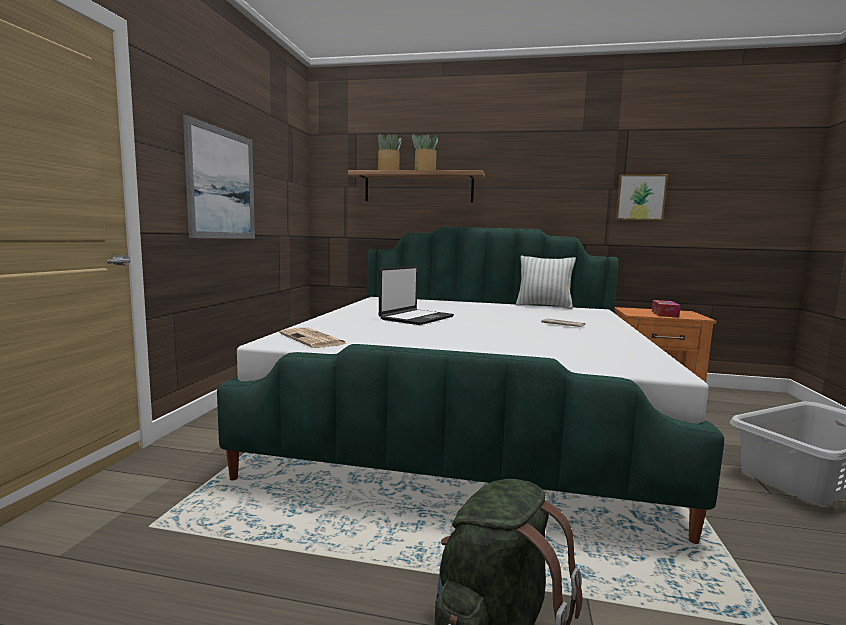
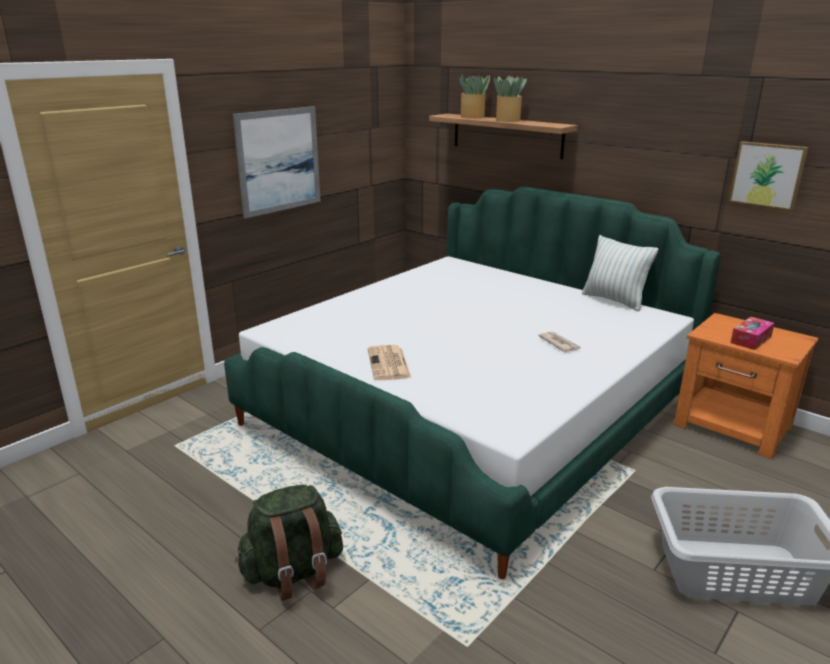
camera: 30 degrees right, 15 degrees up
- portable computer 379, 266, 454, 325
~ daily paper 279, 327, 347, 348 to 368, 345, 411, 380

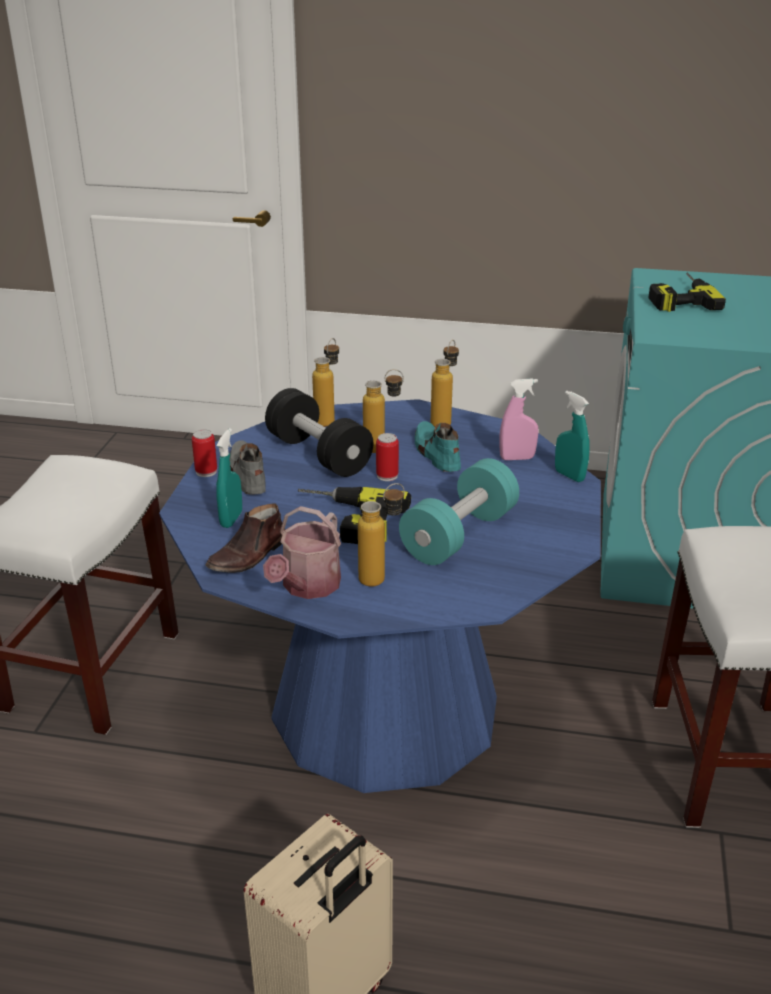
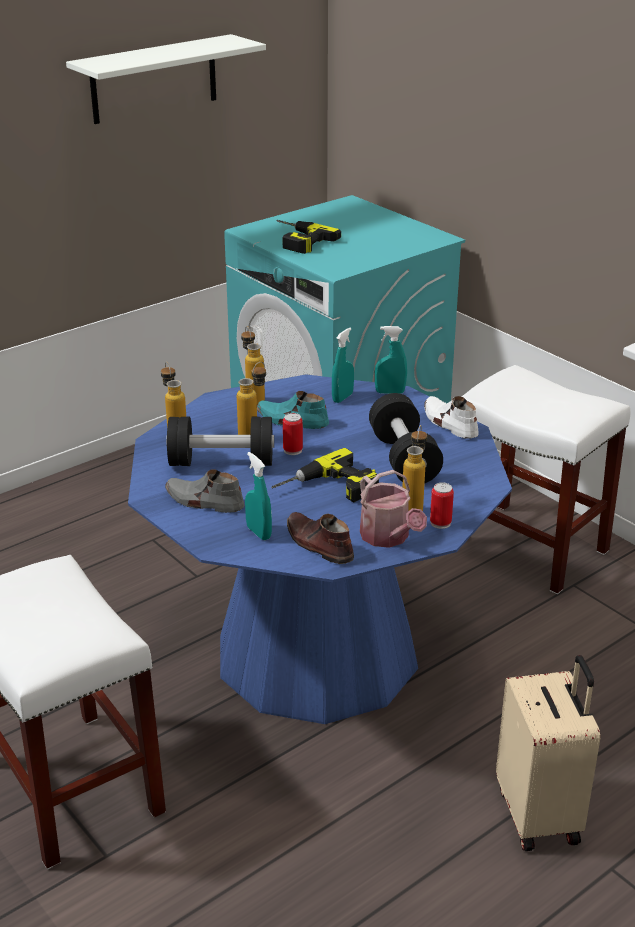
camera: 50 degrees left, 0 degrees up
~ spray bottle/pink 499, 378, 538, 460 to spray bottle/turquoise-coloured 332, 328, 354, 403
~ metal can 192, 429, 217, 477 to 430, 482, 454, 529
~ hand weight/turquoise-coloured 399, 458, 519, 565 to hand weight/black-coloured 369, 393, 443, 483
~ low shoe/brown-coloured 205, 503, 285, 573 = 287, 512, 354, 564 150 degrees clockwise
+ shelf/white 66, 34, 266, 124
+ low shoe/white 424, 396, 479, 439

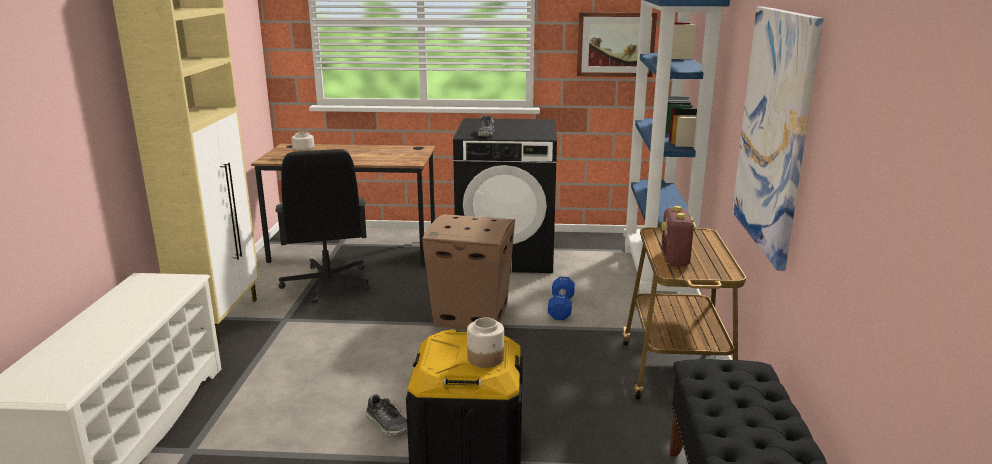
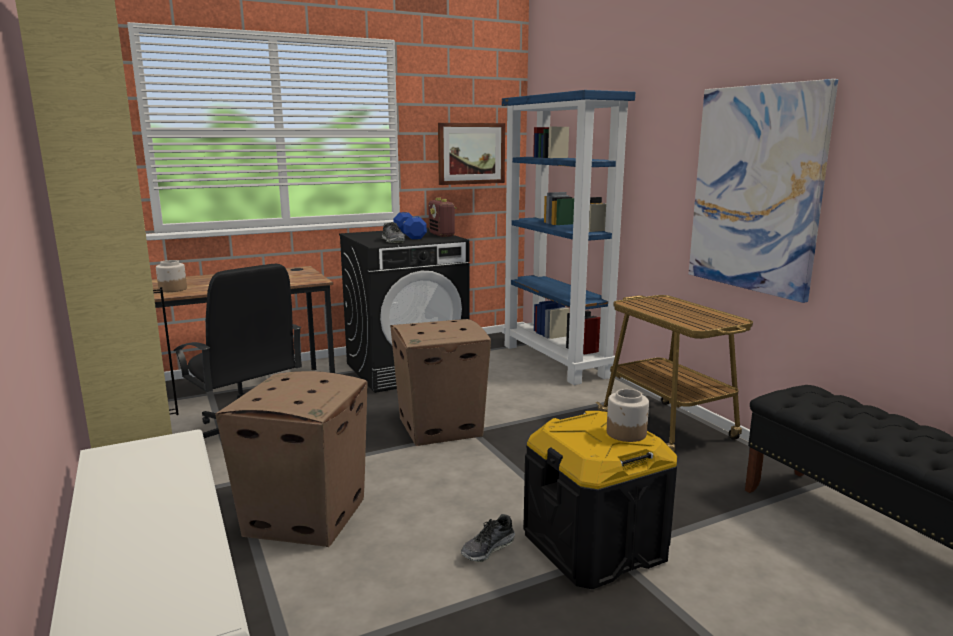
camera: 30 degrees left, 5 degrees down
~ radio 661, 206, 697, 266 to 429, 198, 457, 237
~ hand weight/bluish 548, 277, 575, 320 to 393, 212, 427, 239
~ low shoe 365, 394, 407, 435 = 461, 514, 515, 562 120 degrees clockwise
+ carton 215, 371, 367, 547

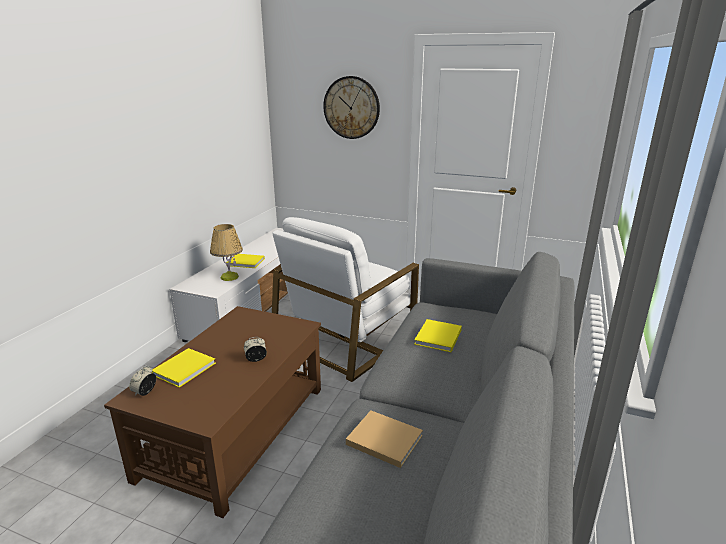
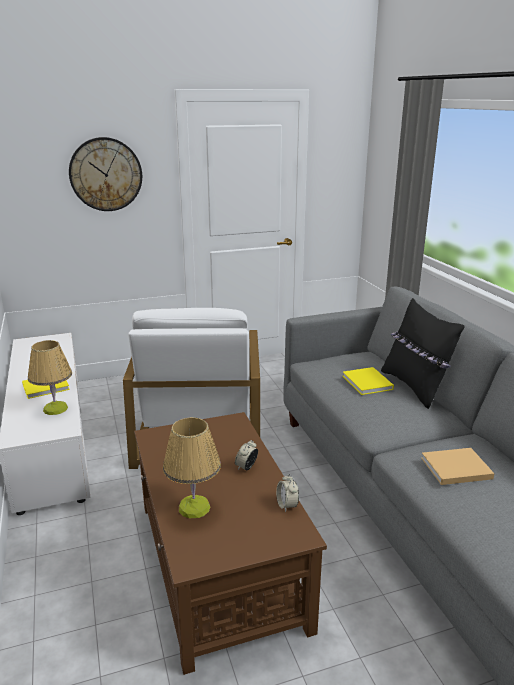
camera: 40 degrees left, 0 degrees up
~ book/yellow 151, 348, 216, 387 to tabletop lamp 163, 417, 221, 518
~ alarm clock 129, 366, 156, 396 to 276, 474, 299, 512
+ throw pillow/black-coloured 381, 298, 465, 409

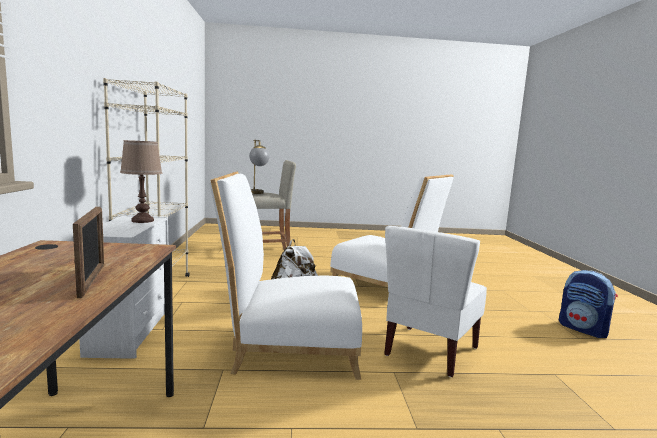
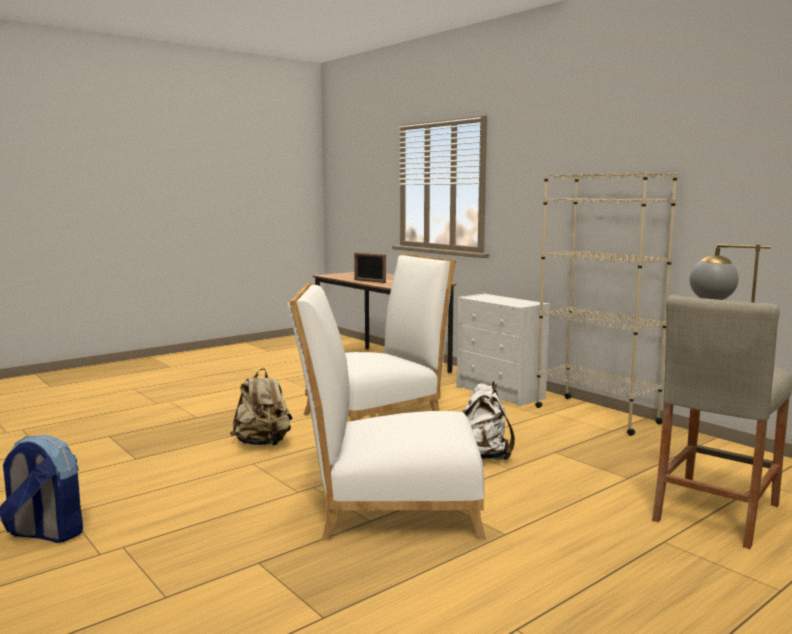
camera: 145 degrees right, 0 degrees up
- tabletop lamp/brown-coloured 120, 140, 162, 223
~ plain chair/white 384, 226, 487, 377 to rucksack/beige-coloured 230, 368, 292, 446

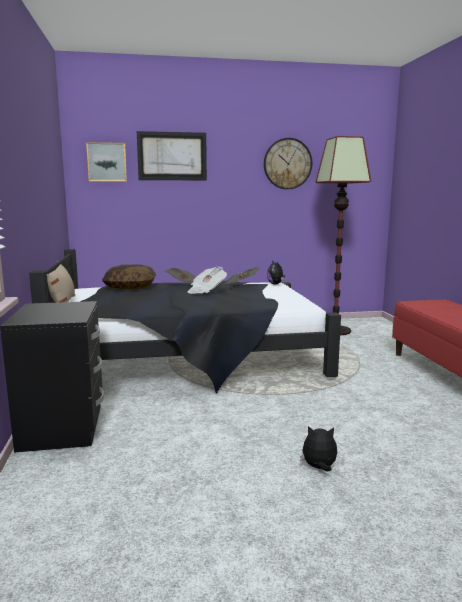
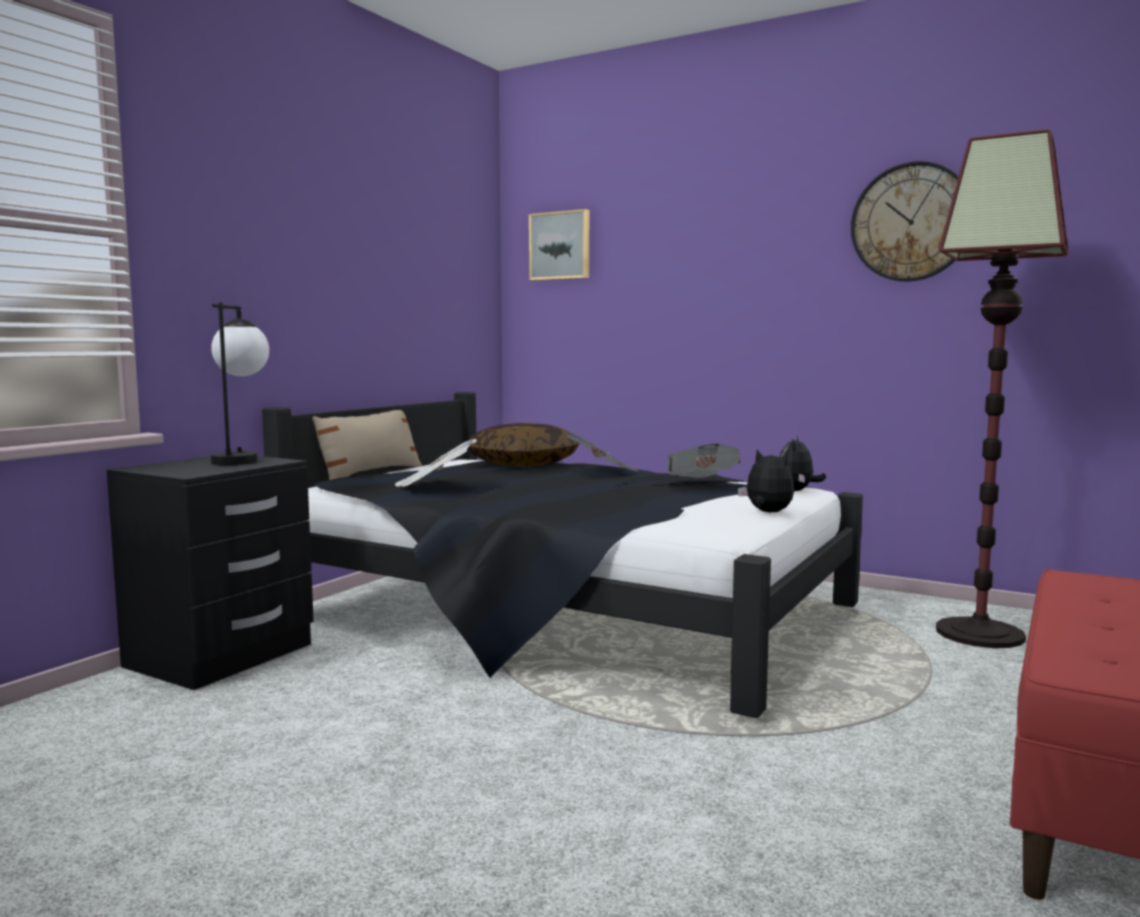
camera: 40 degrees right, 5 degrees down
- wall art 137, 131, 207, 180
~ daily paper 188, 267, 227, 294 to 395, 439, 477, 487
~ plush toy 300, 426, 337, 472 to 738, 449, 794, 512
+ tabletop lamp 210, 303, 269, 465

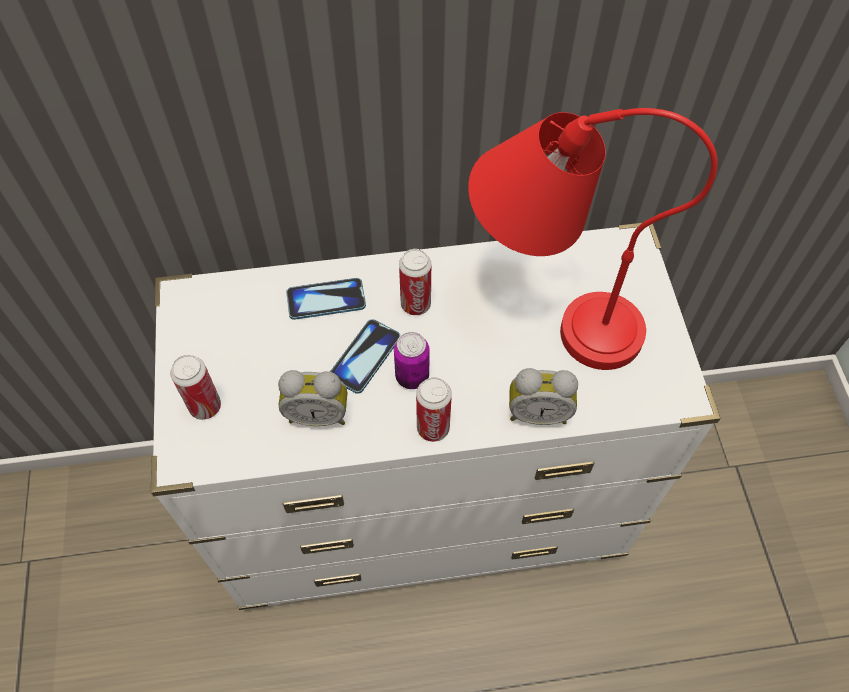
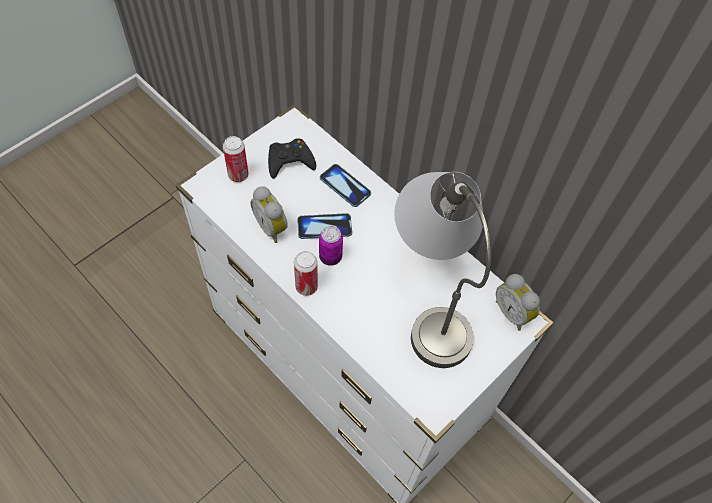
camera: 50 degrees right, 0 degrees up
~ tabletop lamp/red-coloured 468, 108, 718, 370 to tabletop lamp/grey 395, 172, 491, 368
- metal can 399, 249, 431, 315
~ alarm clock 509, 368, 578, 425 to 496, 274, 540, 331
+ game controller/black-coloured 268, 138, 316, 179

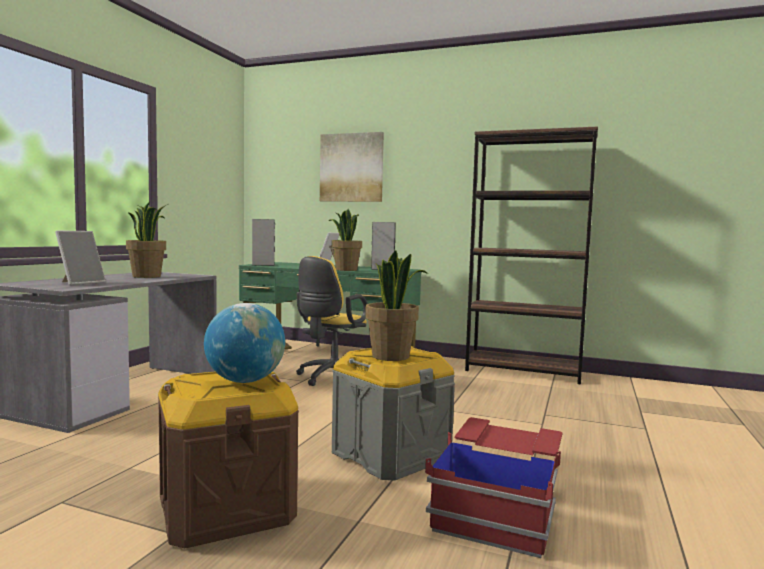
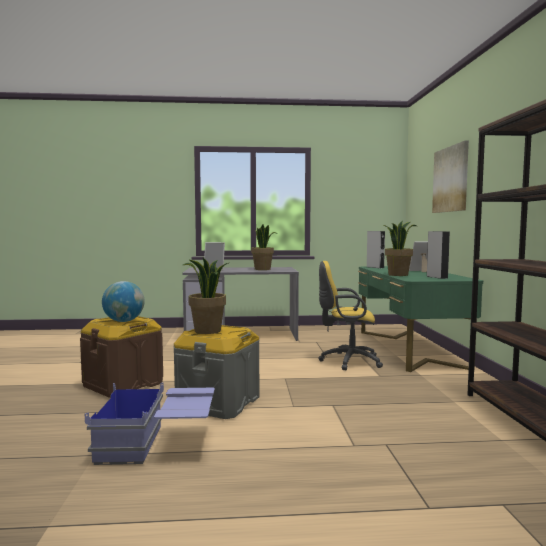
camera: 65 degrees right, 0 degrees up
~ storage bin/red-coloured 425, 417, 563, 558 to storage bin/bluish 85, 382, 215, 465

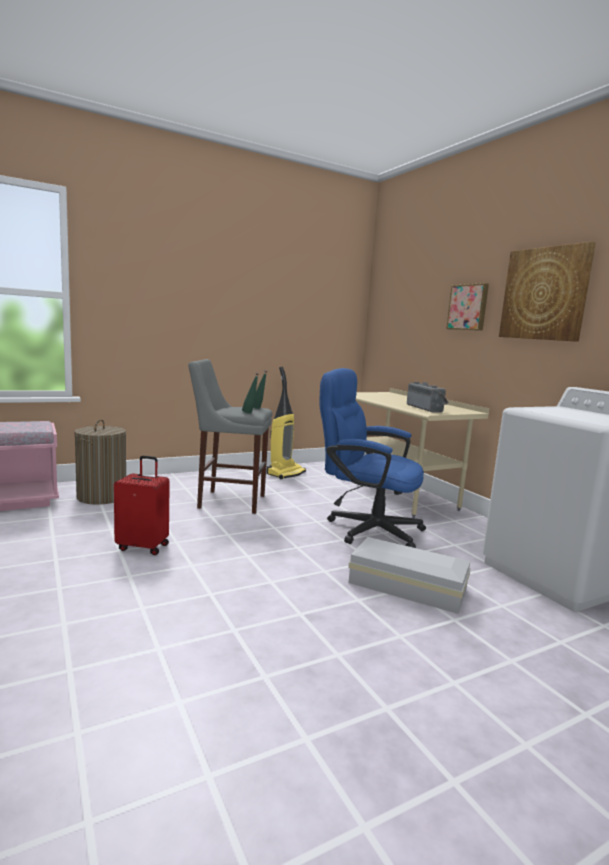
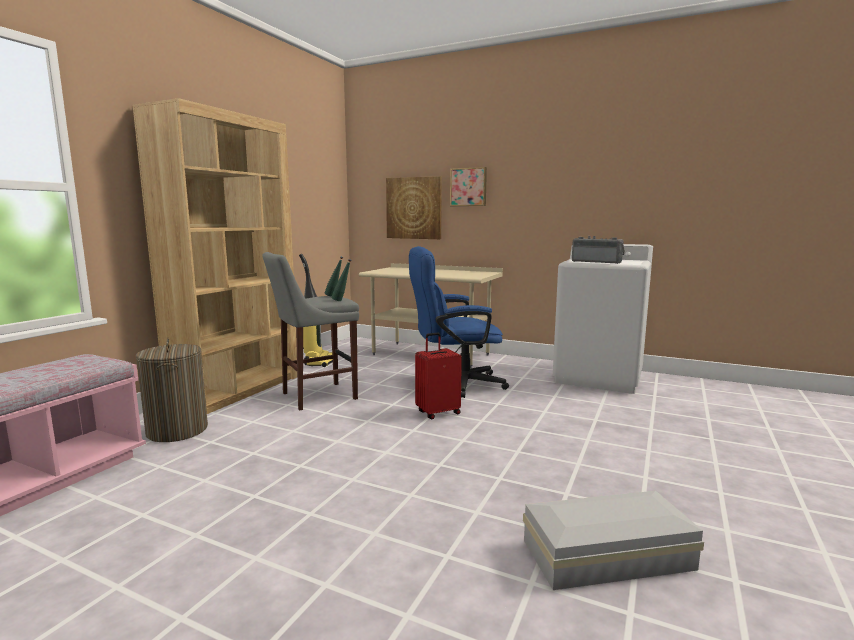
camera: 35 degrees left, 0 degrees up
~ wall art 499, 242, 596, 342 to 386, 176, 442, 239
~ radio 407, 382, 448, 412 to 572, 236, 625, 264
~ piece of luggage/red-coloured 114, 456, 170, 555 to 415, 333, 462, 419
~ storage bin/white 348, 537, 471, 614 to 523, 491, 704, 590
+ bookshelf/brown-coloured 132, 98, 297, 414

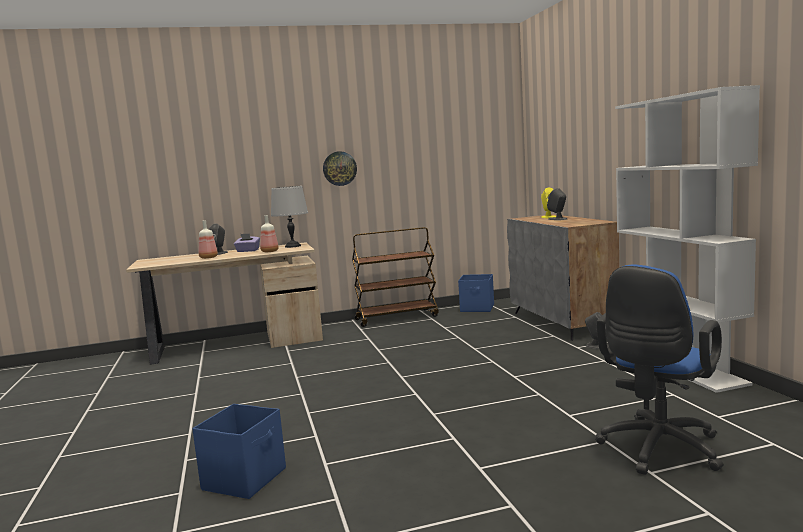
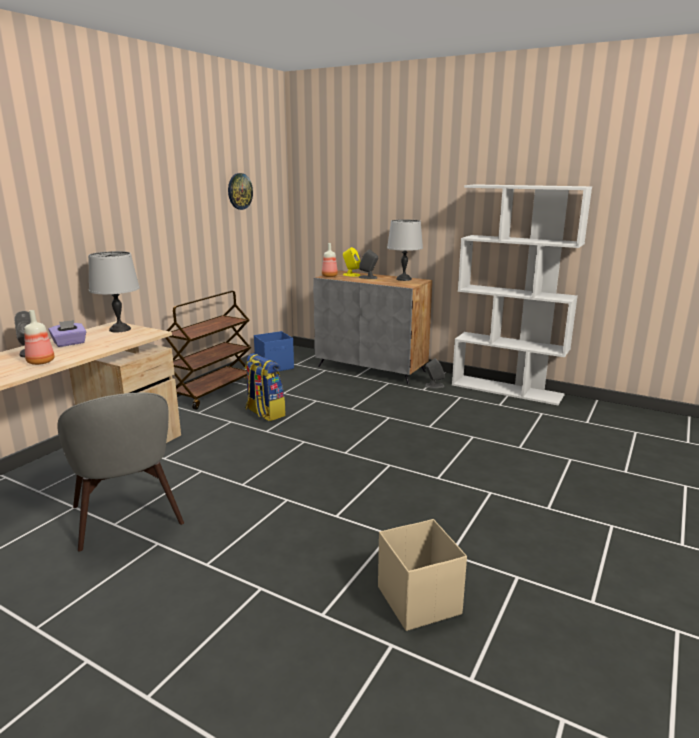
camera: 45 degrees left, 10 degrees up
~ wall clock 323, 151, 357, 186 to 228, 173, 253, 210
~ drink bottle 260, 215, 279, 252 to 322, 243, 338, 277
- desk chair/bluish 595, 265, 724, 475
~ storage bin/bluish 192, 404, 286, 499 to storage bin/beige-coloured 378, 519, 467, 631
+ tabletop lamp/grey 387, 220, 423, 281
+ rucksack 245, 353, 286, 421
+ plain chair/grey 57, 393, 184, 551

